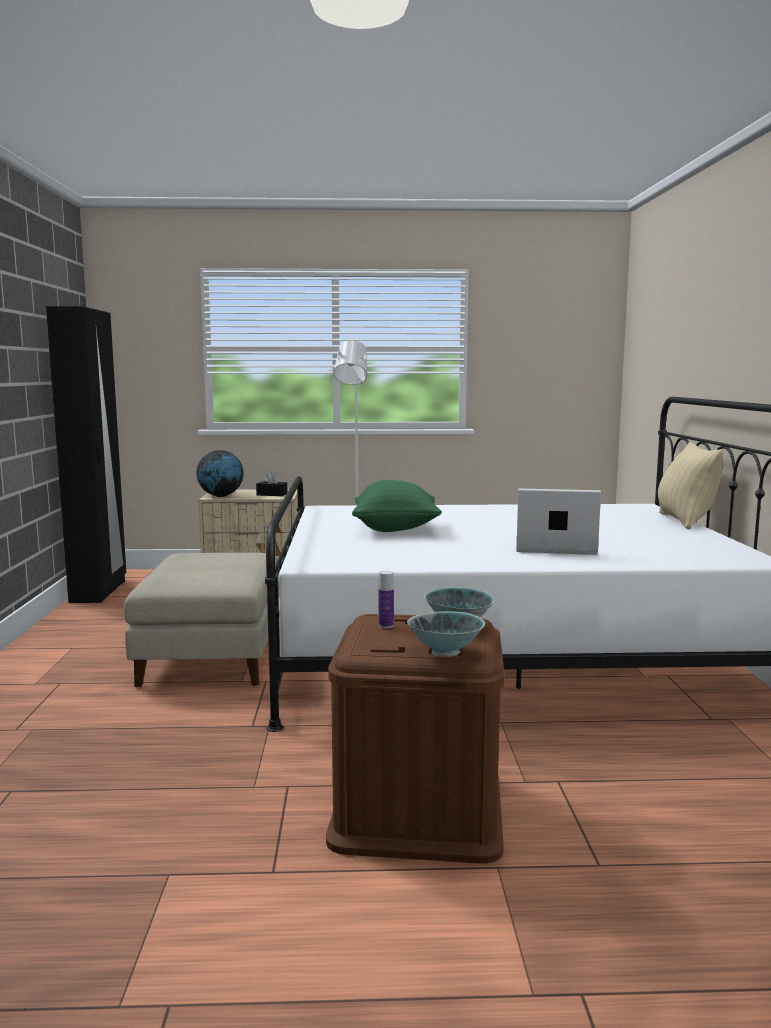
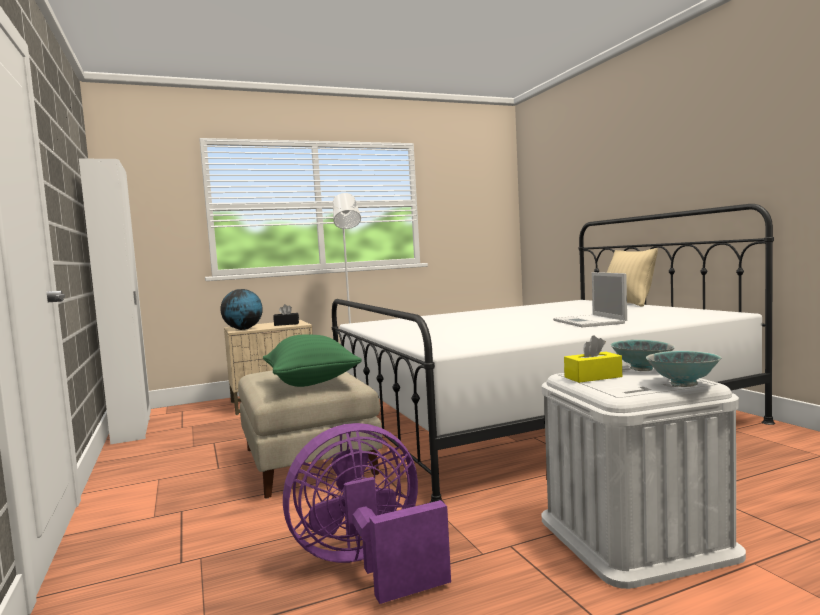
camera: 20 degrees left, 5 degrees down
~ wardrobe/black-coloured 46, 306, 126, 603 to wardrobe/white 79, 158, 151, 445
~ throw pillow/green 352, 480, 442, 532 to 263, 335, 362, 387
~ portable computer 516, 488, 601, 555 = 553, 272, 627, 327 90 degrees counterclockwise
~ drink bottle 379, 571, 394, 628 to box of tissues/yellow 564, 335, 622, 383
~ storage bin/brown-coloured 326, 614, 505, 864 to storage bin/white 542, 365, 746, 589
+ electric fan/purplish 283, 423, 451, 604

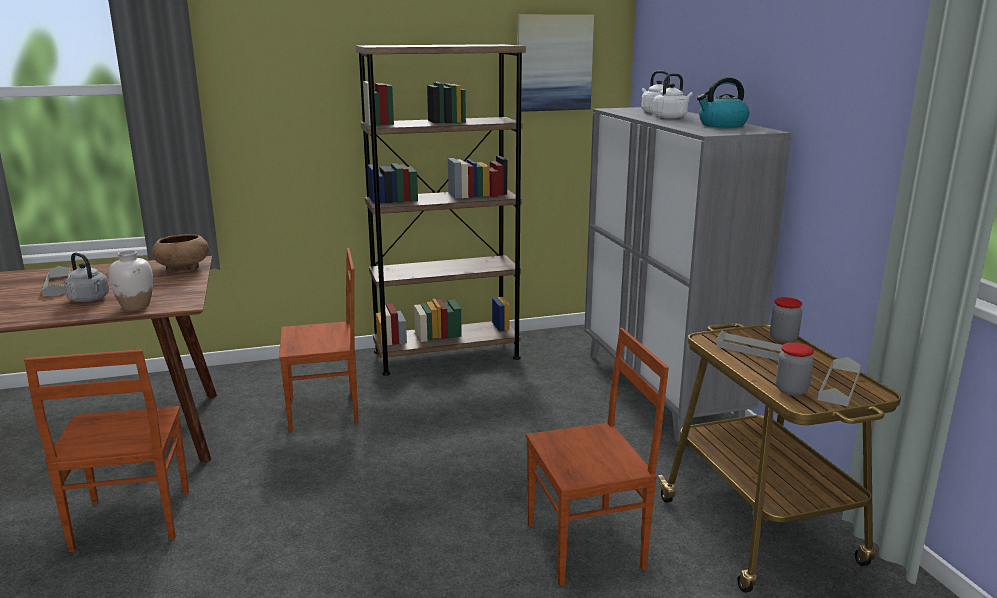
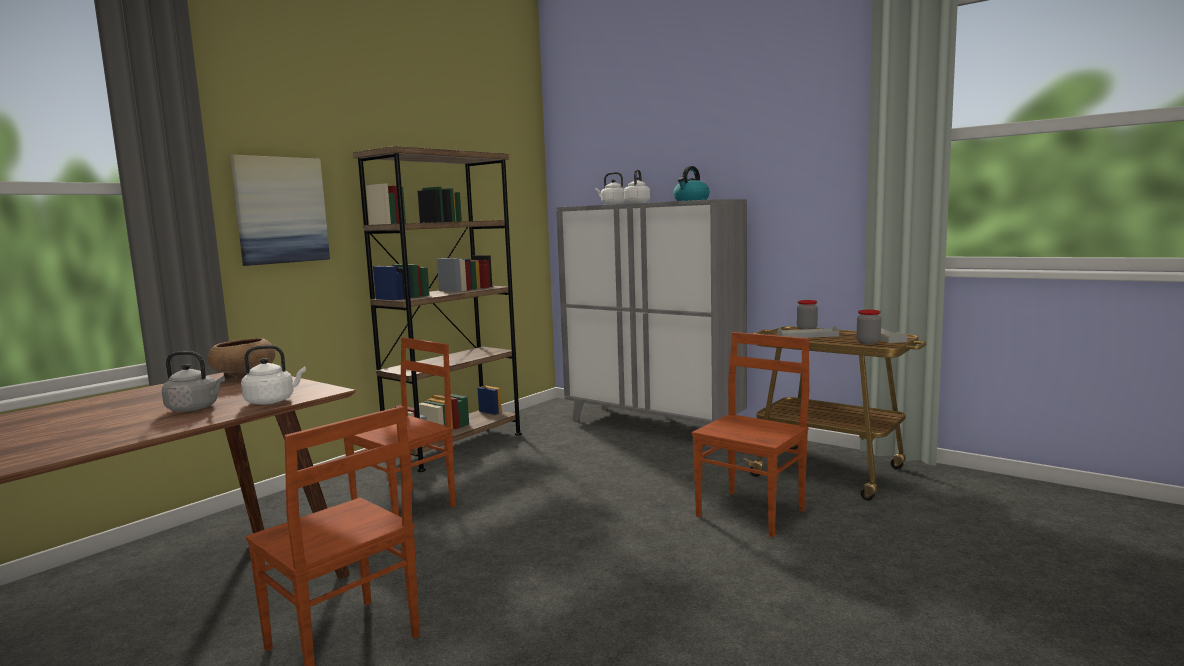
camera: 35 degrees left, 10 degrees down
~ wall art 517, 15, 594, 112 to 230, 155, 330, 266
~ decorative vase/white 109, 250, 153, 311 to tea kettle/white 241, 345, 306, 405
- tray/grey 42, 266, 71, 296

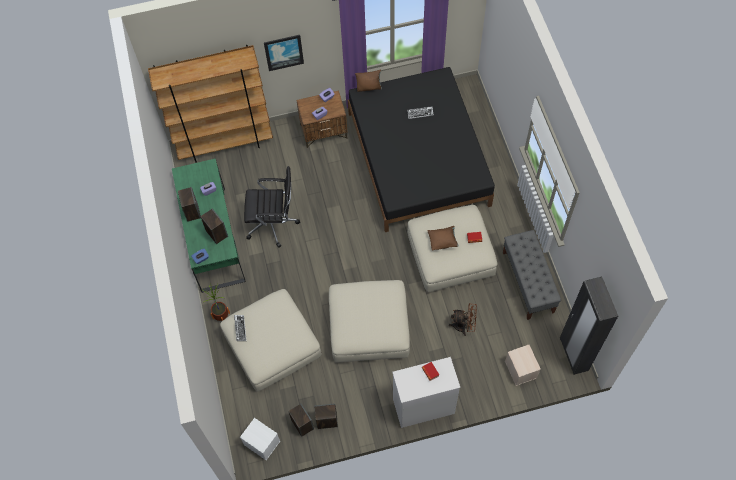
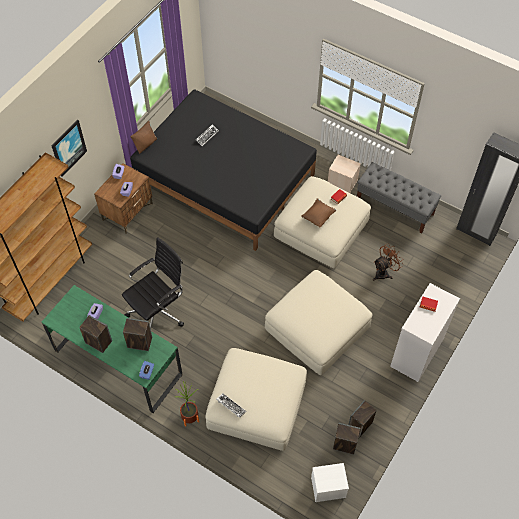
camera: 45 degrees left, 5 degrees down
~ storage bin/beige-coloured 505, 345, 541, 386 to 328, 155, 361, 193

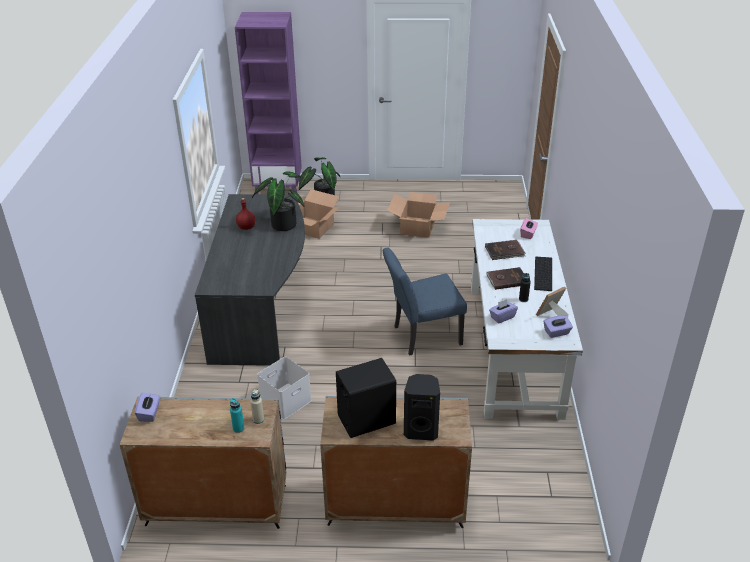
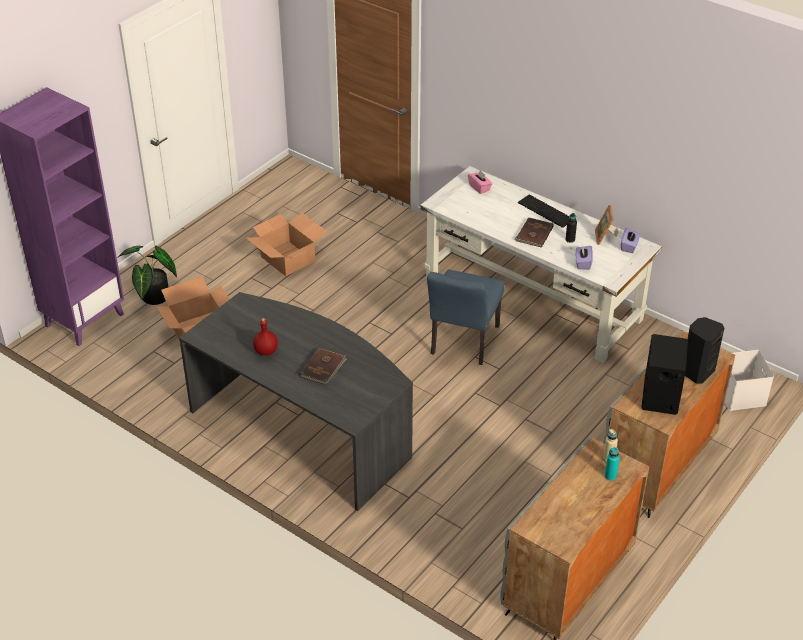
camera: 55 degrees left, 5 degrees up
- plant in a pot 252, 171, 305, 231
~ book/brown-coloured 485, 240, 526, 260 to 299, 348, 347, 385
~ storage bin/white 257, 356, 312, 420 to 725, 350, 774, 411
- box of tissues/purplish 135, 393, 160, 422

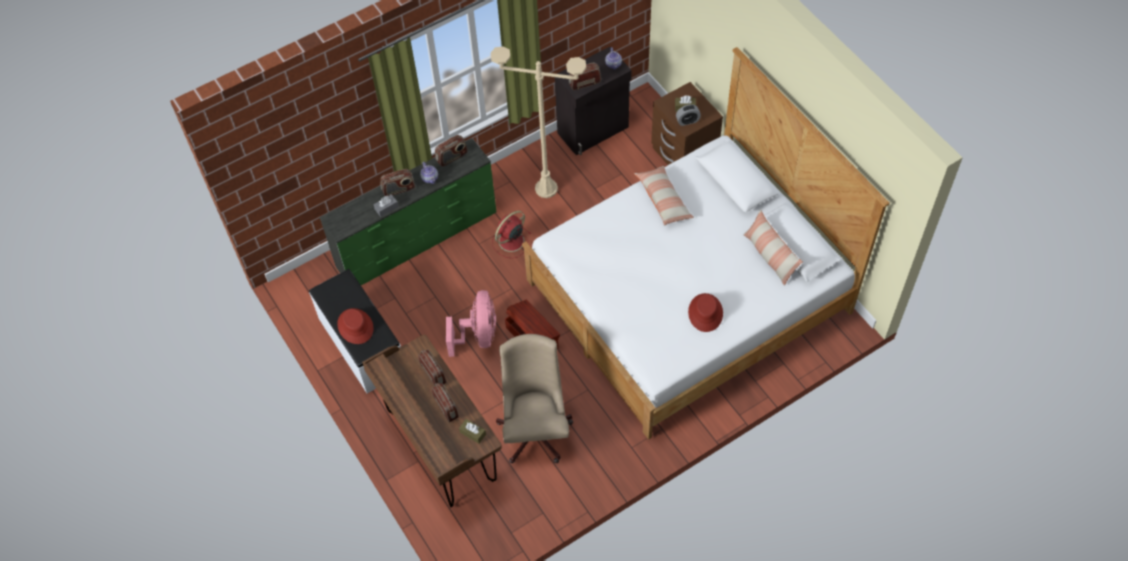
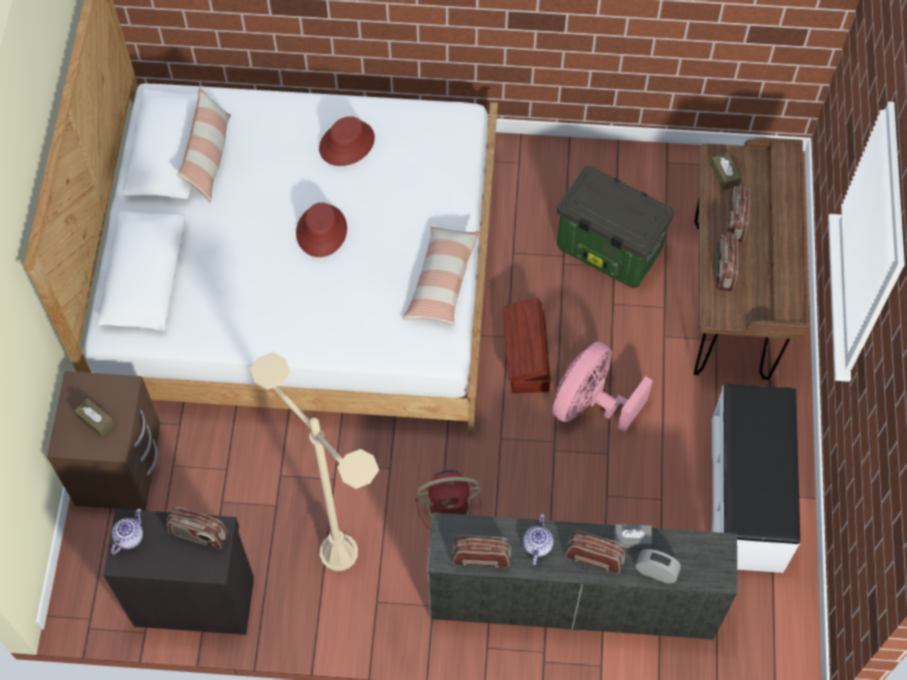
camera: 145 degrees left, 5 degrees up
~ alarm clock 676, 104, 701, 126 to 635, 549, 681, 583
~ throw pillow 634, 166, 694, 226 to 402, 226, 480, 326
~ wearable hat/red-coloured 337, 308, 374, 344 to 296, 202, 347, 257
~ desk chair/beige-coloured 496, 334, 573, 463 to storage bin 557, 166, 674, 288

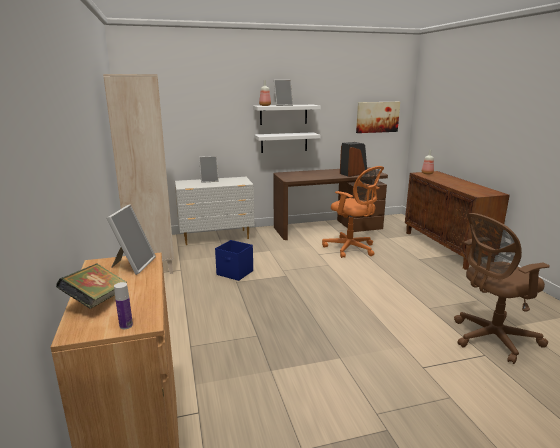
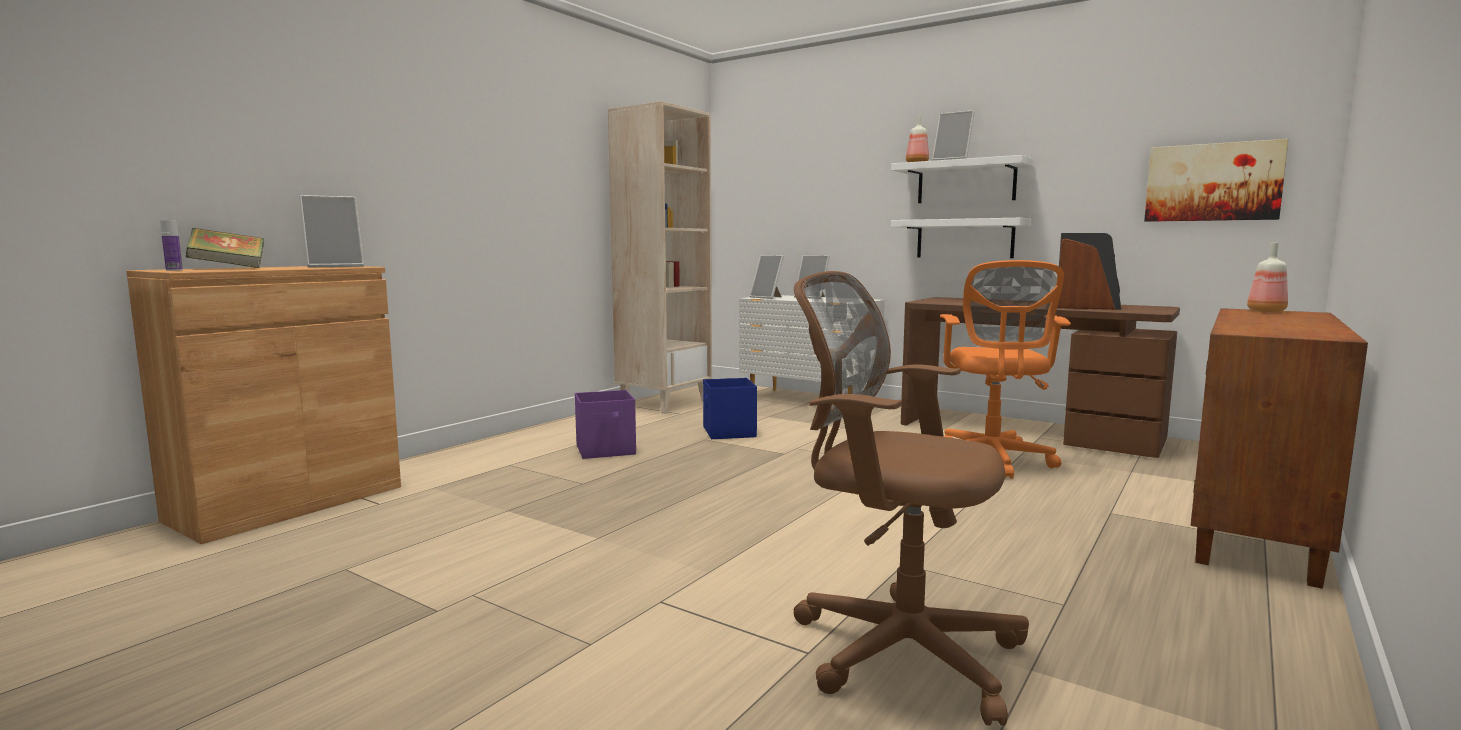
camera: 50 degrees right, 10 degrees down
+ standing frame 750, 255, 784, 299
+ storage bin/purplish 575, 390, 636, 459

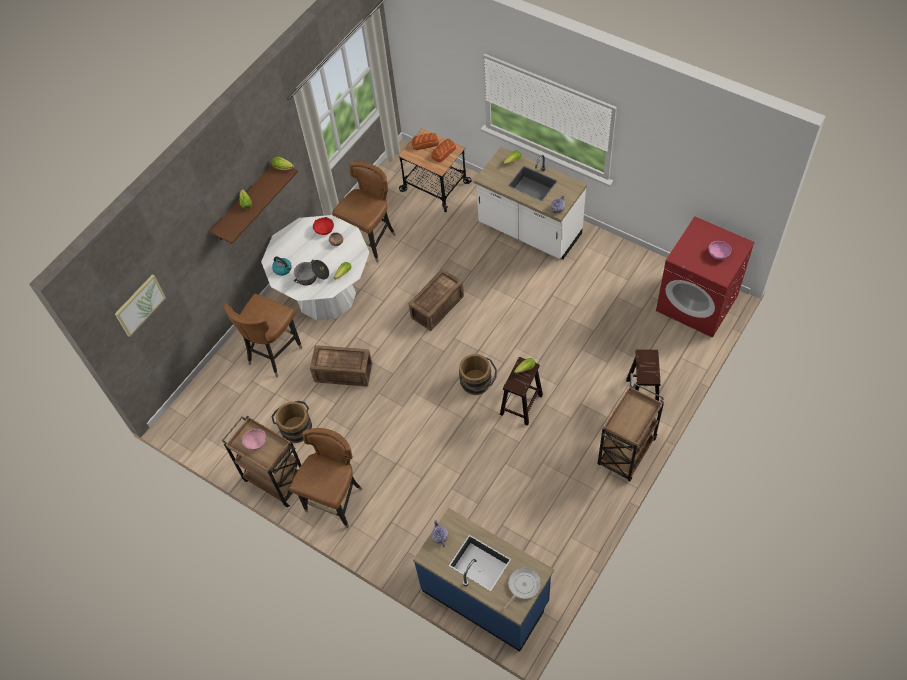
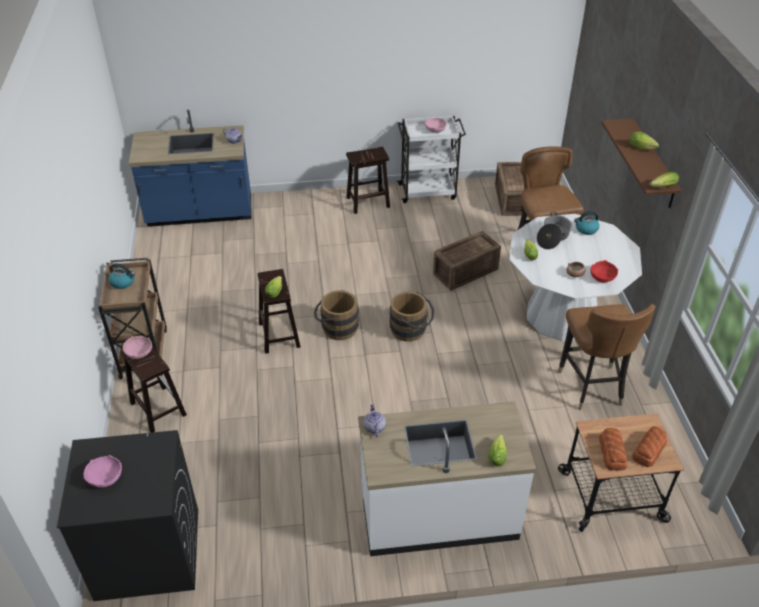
camera: 135 degrees right, 15 degrees down
~ laundry appliance/red-coloured 656, 216, 755, 338 to laundry appliance/black-coloured 57, 430, 198, 601
~ packing crate 409, 269, 464, 331 to 495, 162, 524, 216
- wall art 115, 274, 166, 337
~ water bucket/brown-coloured 271, 401, 312, 443 to 390, 292, 434, 342
~ cart/brown-coloured 222, 416, 301, 507 to cart/white 396, 116, 466, 203
~ plain chair/brown-coloured 289, 428, 362, 528 to sitting stool/brown-coloured 346, 147, 390, 214
- frying pan 503, 567, 541, 610
+ tea kettle 109, 263, 135, 289
+ bowl/pink 123, 336, 152, 359

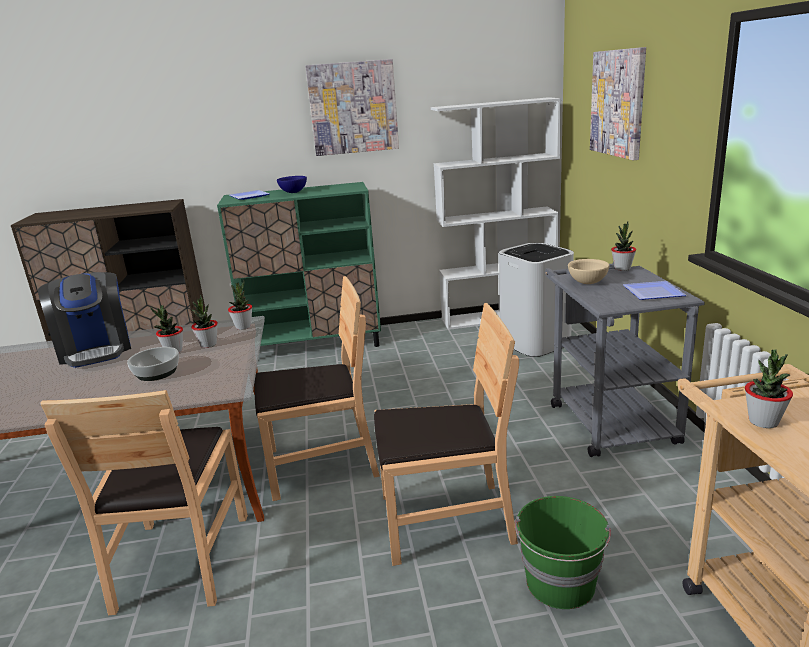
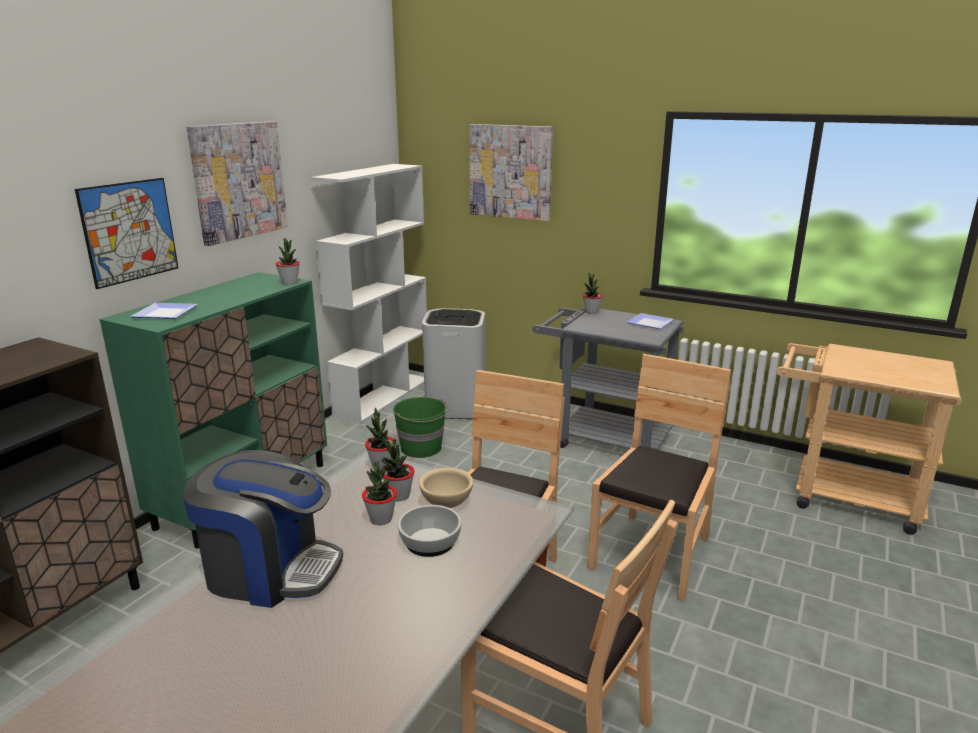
camera: 55 degrees left, 0 degrees up
- bowl/bluish 277, 176, 307, 193
~ bowl/beige-coloured 568, 259, 610, 284 to 419, 468, 473, 508
~ plant in a pot 745, 350, 793, 428 to 275, 238, 300, 285
~ water bucket/green 515, 496, 611, 609 to 393, 397, 449, 458
+ wall art 75, 178, 178, 289

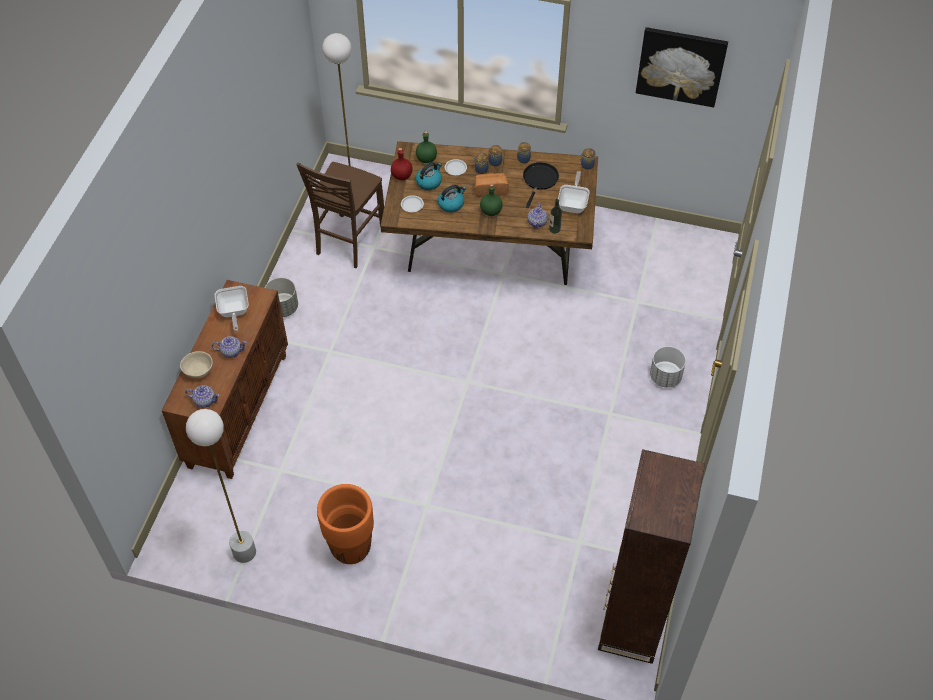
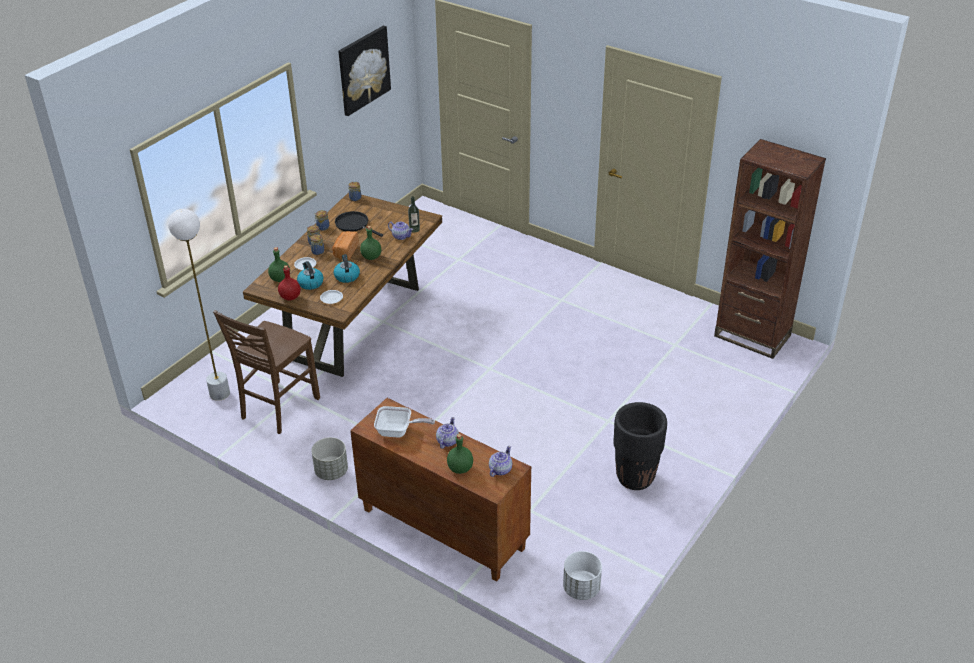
camera: 70 degrees left, 15 degrees down
~ plain chair/brown-coloured 296, 162, 384, 268 = 213, 310, 320, 434 75 degrees clockwise
- frying pan 558, 171, 590, 213
~ planter/white 650, 346, 686, 388 to 563, 551, 602, 600
~ bowl/beige-coloured 180, 351, 213, 378 to drink bottle/green 447, 434, 473, 474
- standing lamp/white 186, 409, 256, 563
~ planter/orange-coloured 317, 484, 374, 564 to planter/black-coloured 613, 402, 667, 490

